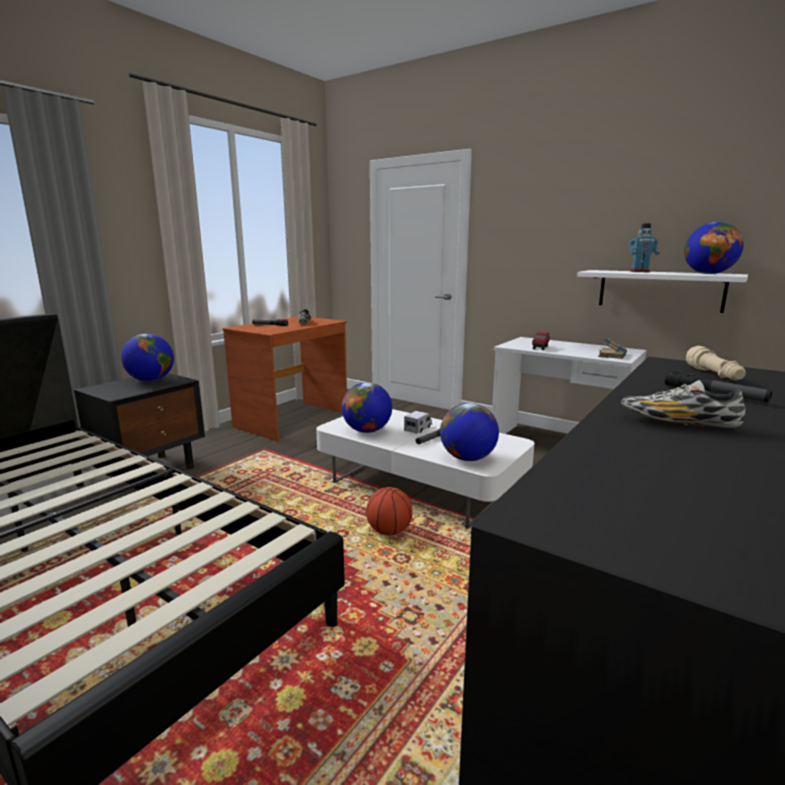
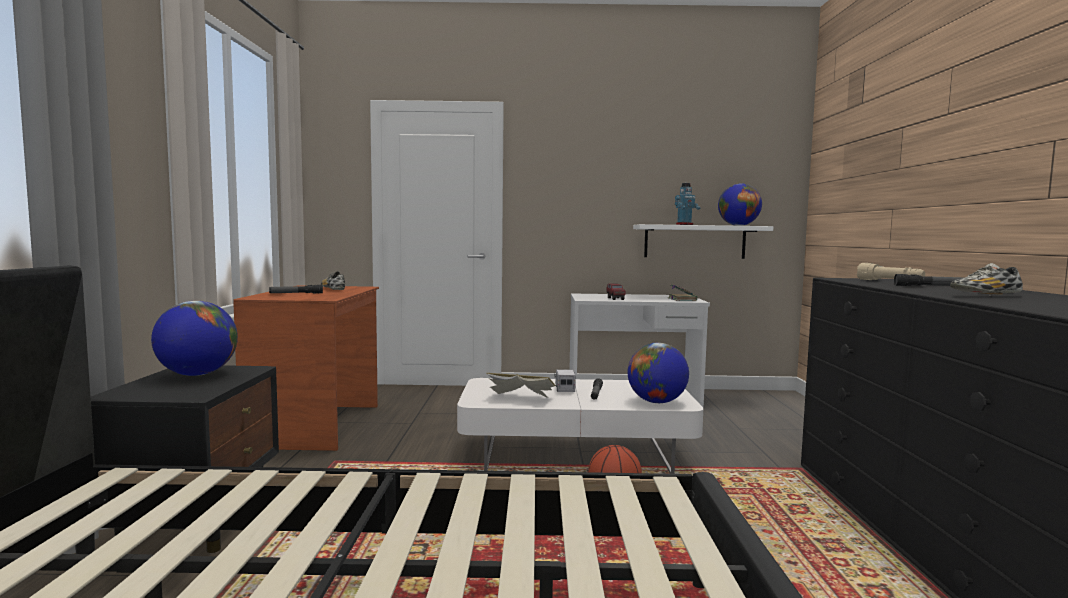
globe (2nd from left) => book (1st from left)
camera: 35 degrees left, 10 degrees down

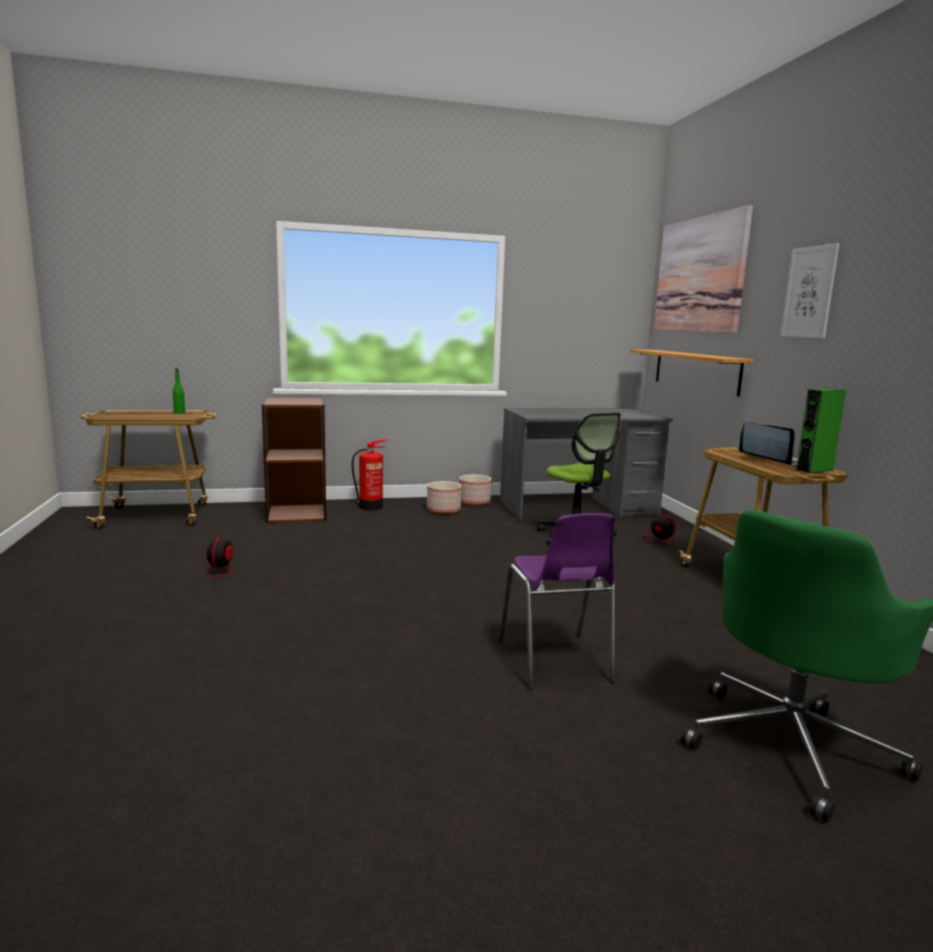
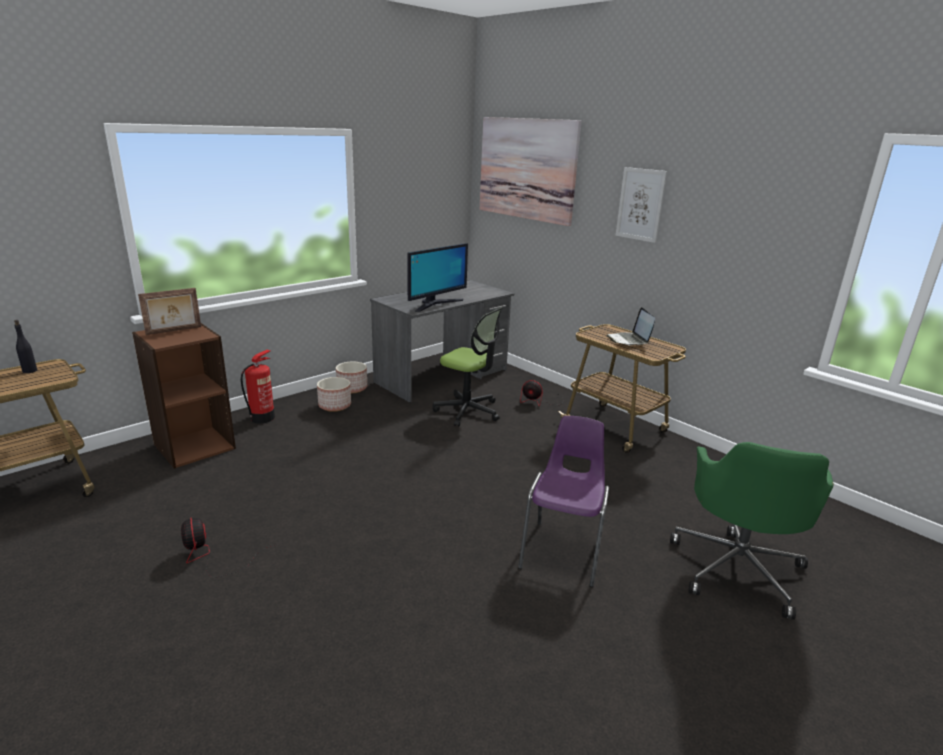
shelf => nothing
green bottle => black bottle
green speaker => nothing
laptop, 120 degrees counterclockwise
purple chair, 120 degrees counterclockwise
nothing => monitor
nothing => picture frame
camera: 30 degrees left, 10 degrees up

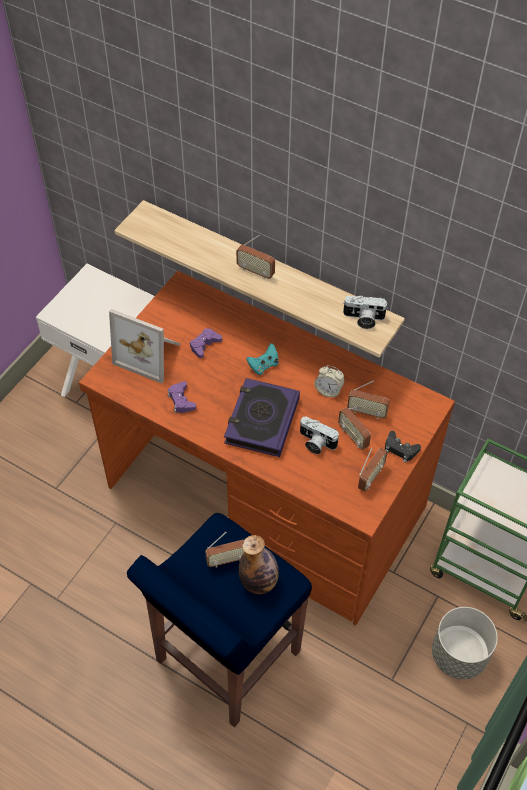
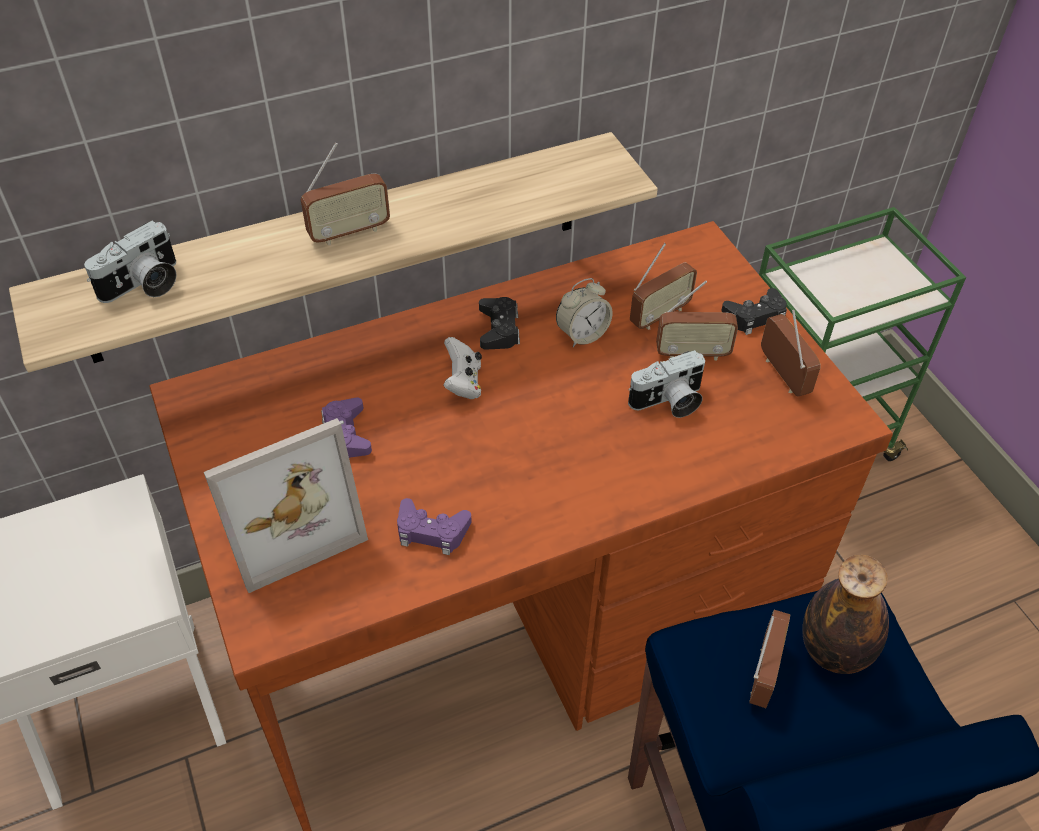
photo camera (2nd from left in the first image) => photo camera (1st from left), move
turquoise game controller => white game controller
book => nothing
grey planter => nothing
nothing => black game controller (1st from left)
camera: 55 degrees left, 5 degrees down

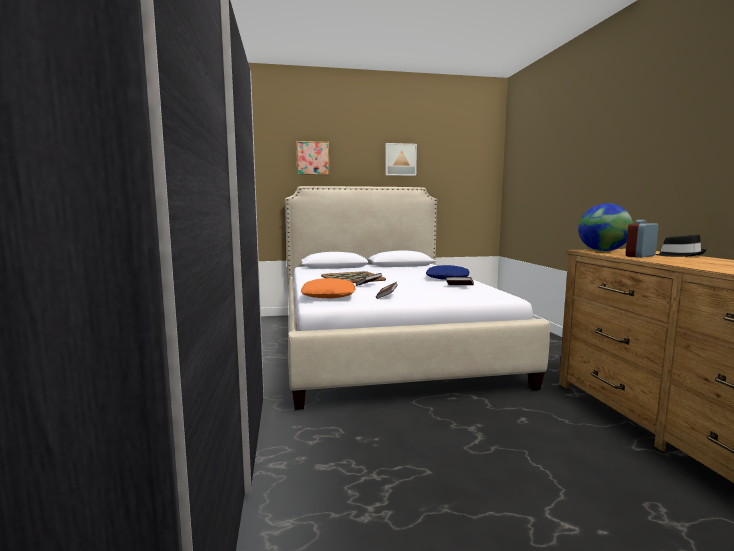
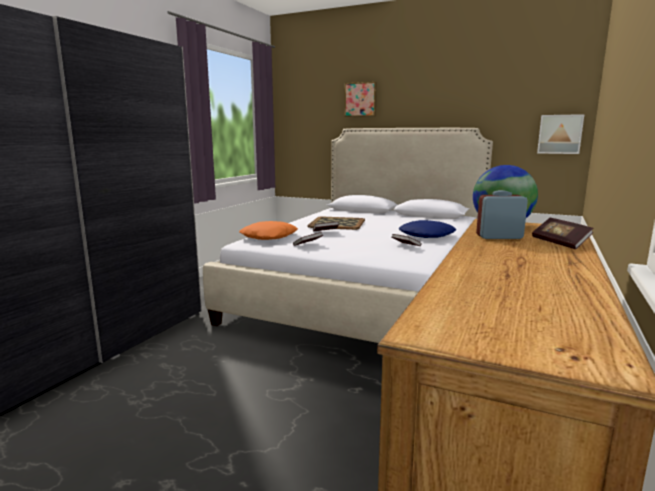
picture (2nd from left), move
black hat => book (4th from left)
camera: 35 degrees right, 5 degrees up

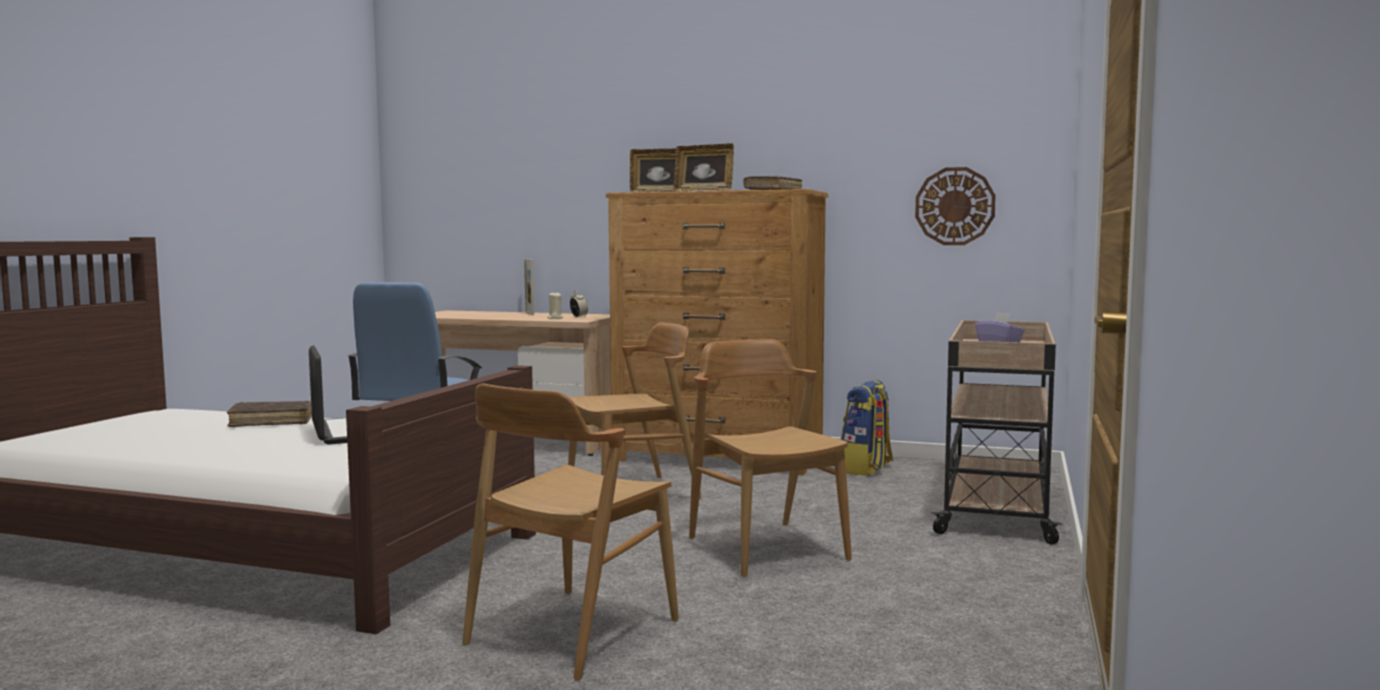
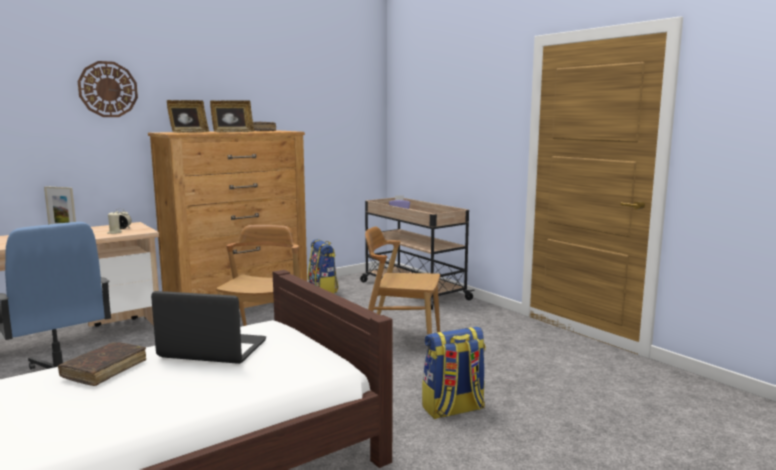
wall clock, move
brown chair (1st from left) => backpack (2nd from left)
camera: 55 degrees left, 5 degrees up

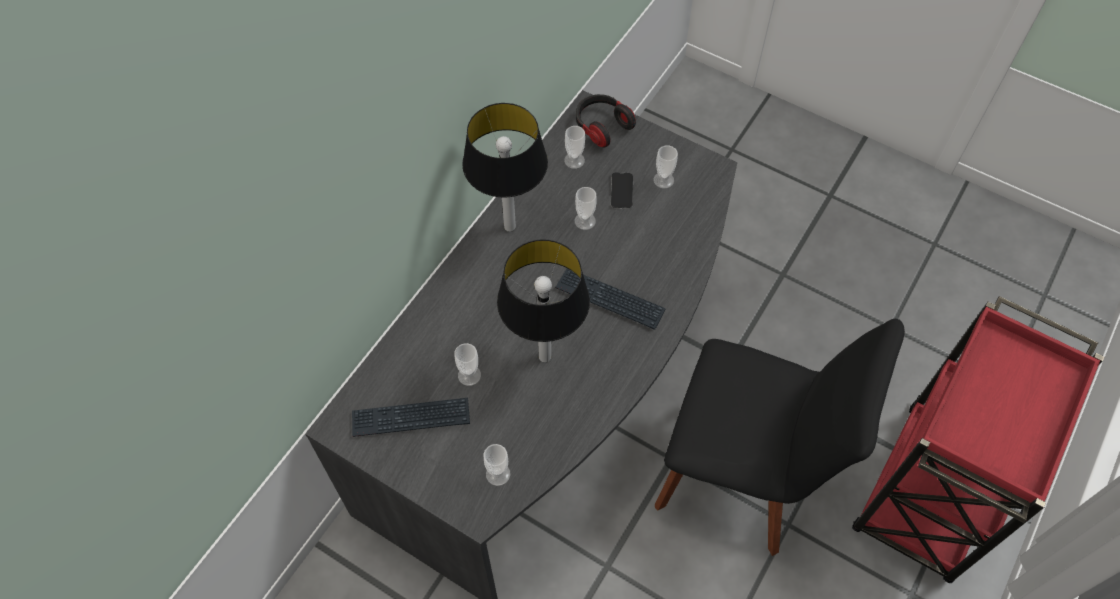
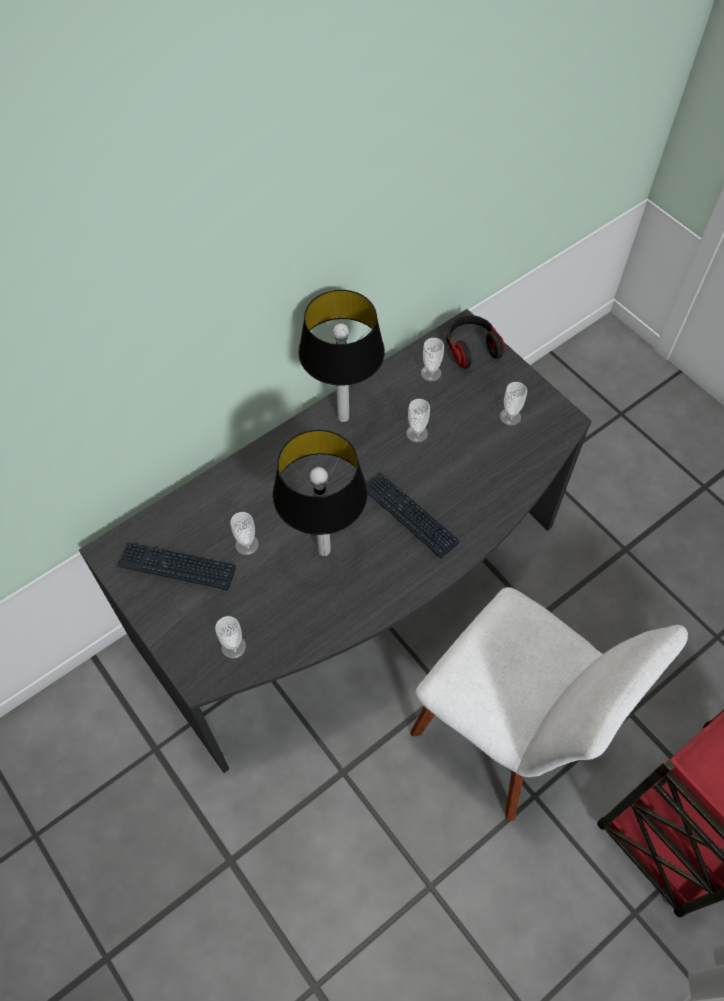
phone => nothing
black chair => white chair
camera: 20 degrees right, 0 degrees up

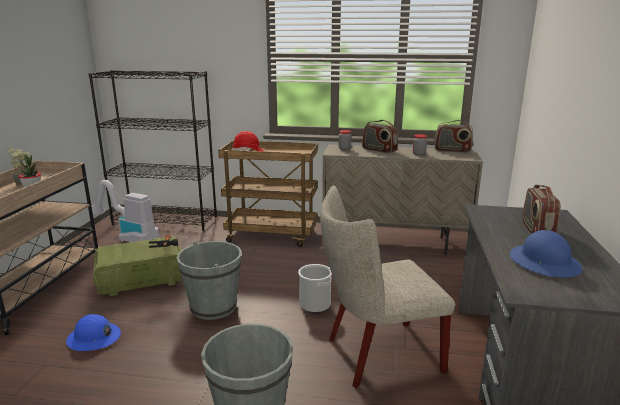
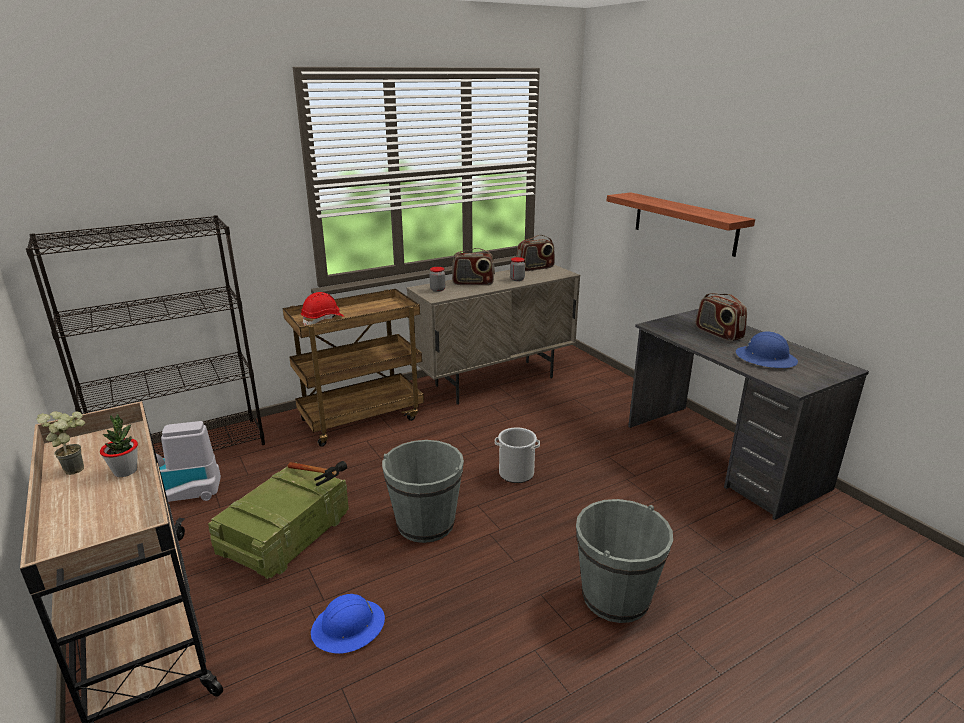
beige chair => nothing
nothing => shelf
camera: 40 degrees left, 5 degrees up

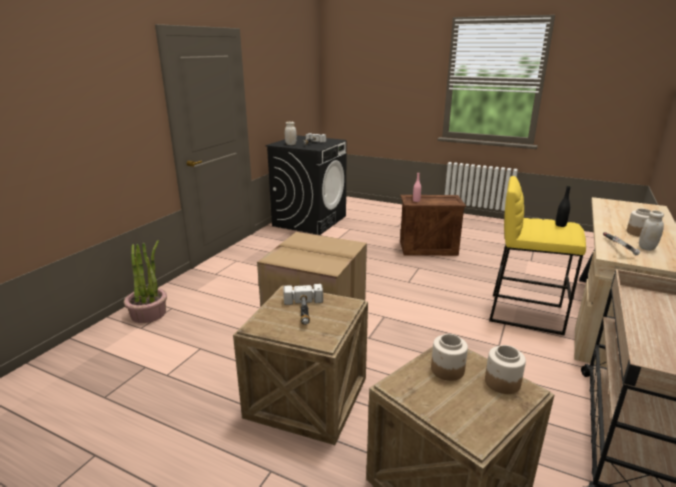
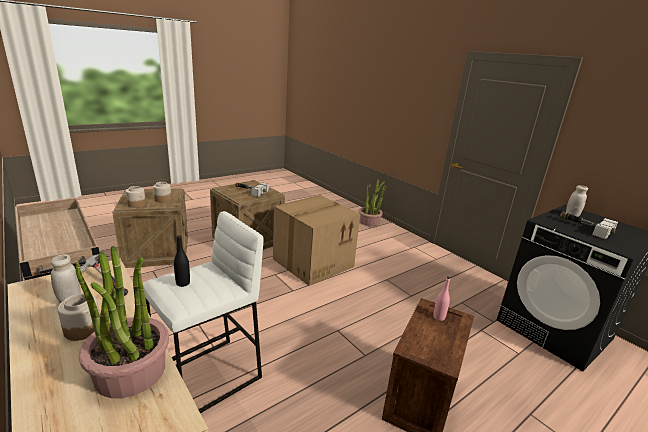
yellow stool => white stool
nothing => potted plant (1st from left)
camera: 115 degrees right, 0 degrees up

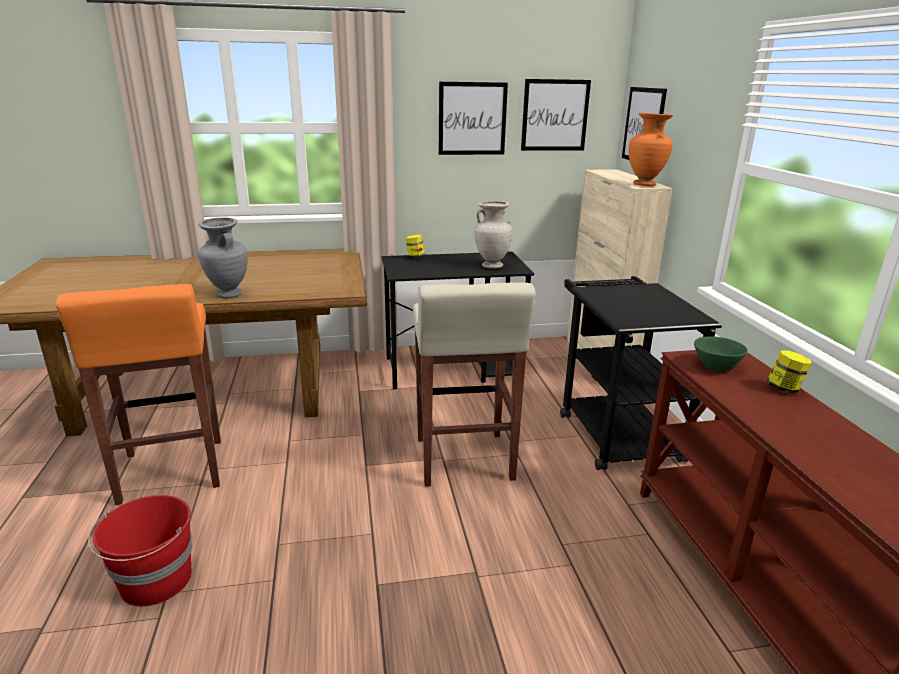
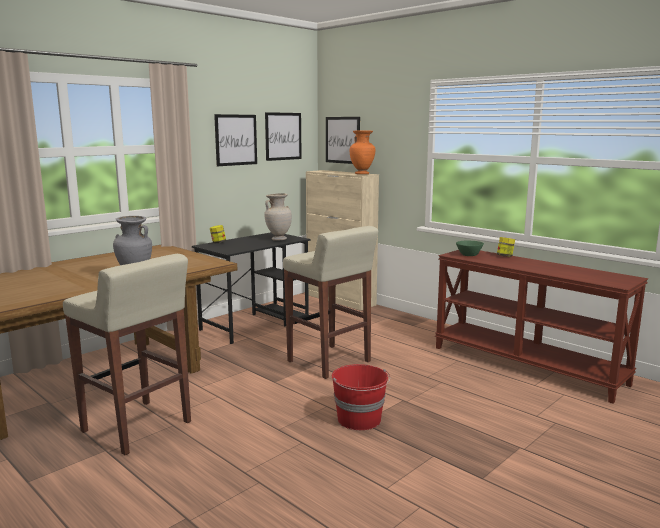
black cart => nothing
orange stool => beige stool (1st from left)
red bucket, move
camera: 35 degrees left, 10 degrees down

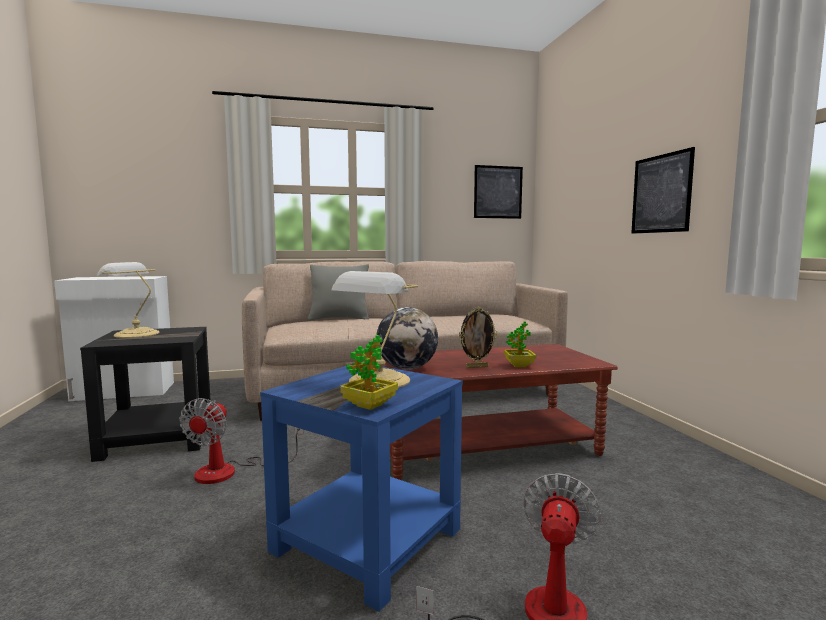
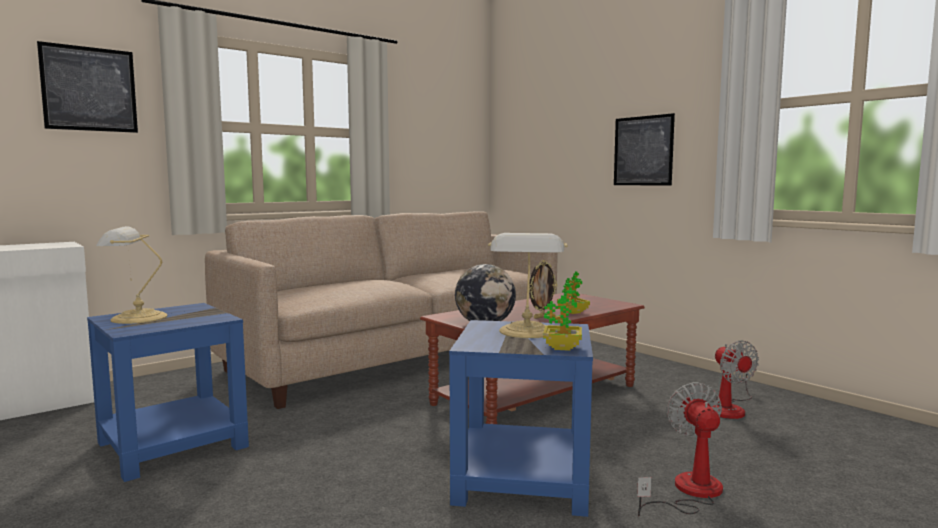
picture (1st from left), move
grey pillow => nothing
black side table => blue side table (1st from left)
fan (1st from left in the first image) => fan (2nd from left), move
camera: 25 degrees left, 0 degrees up

